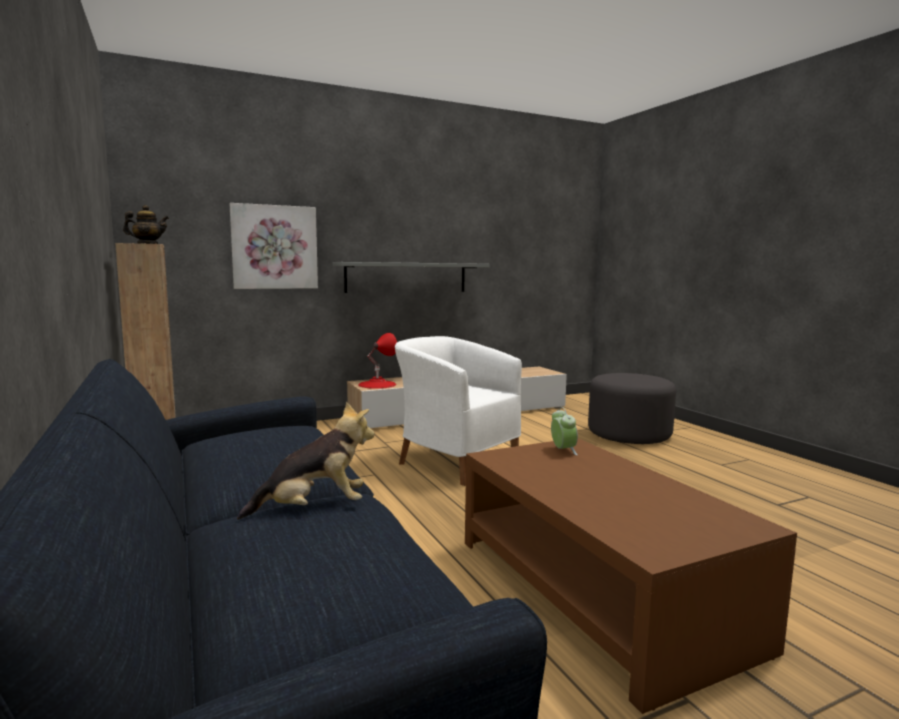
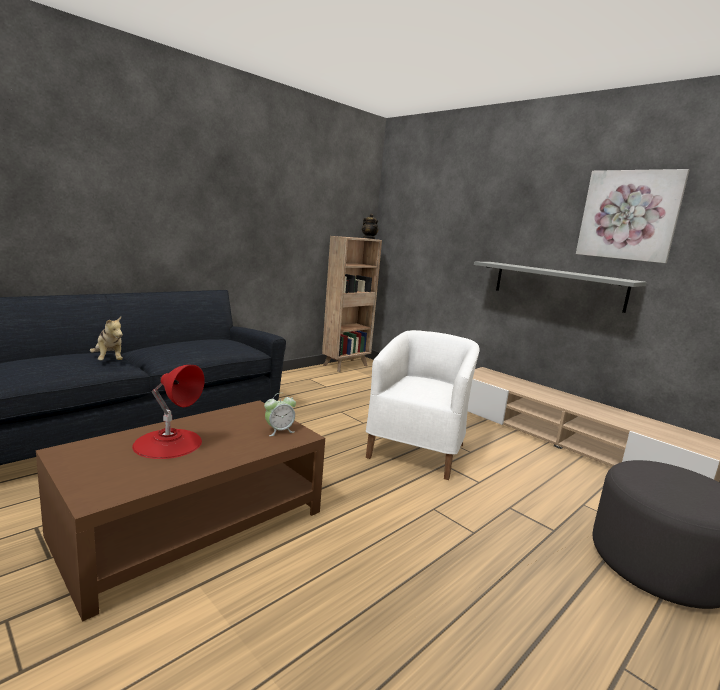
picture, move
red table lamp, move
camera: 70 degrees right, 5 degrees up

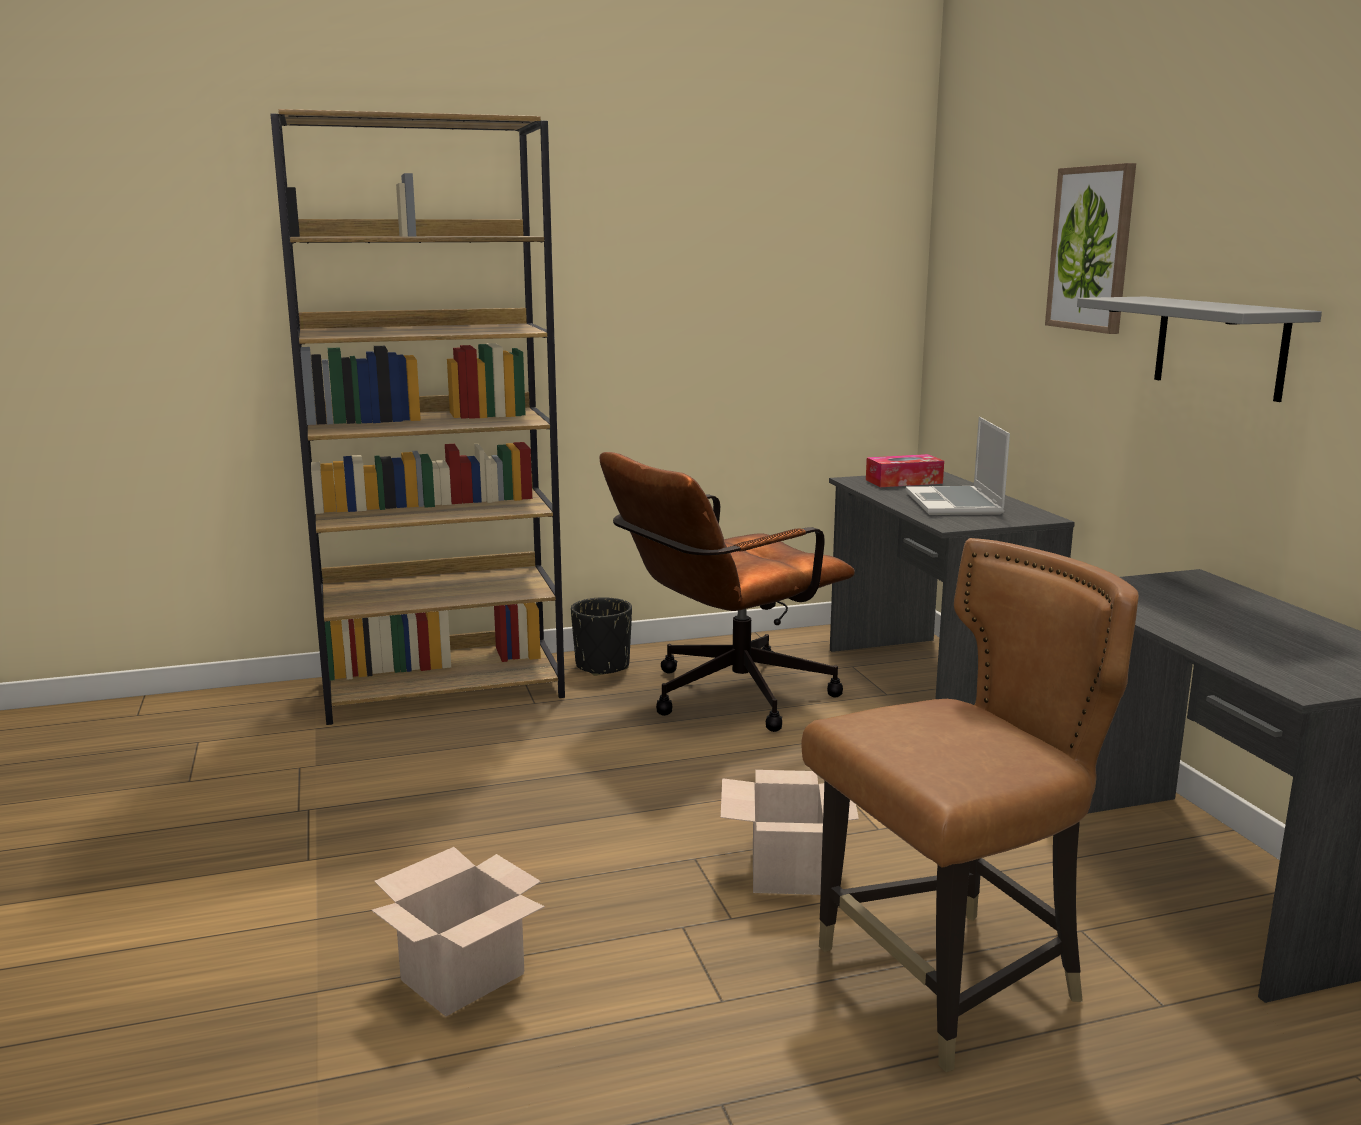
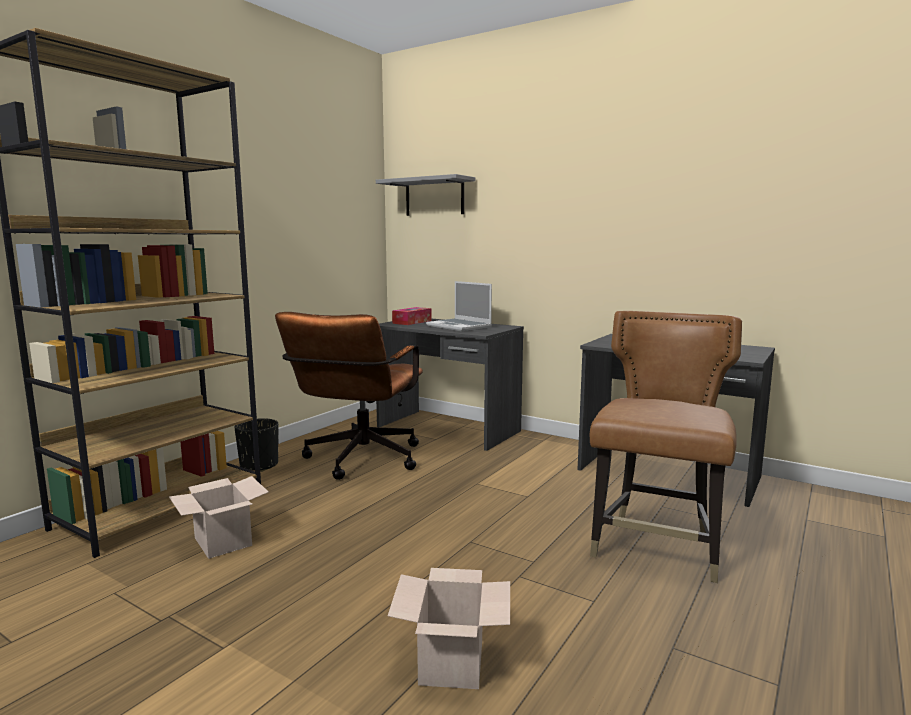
picture => nothing
grey shelf, move
cardboard box (2nd from left in the first image) => cardboard box (1st from left), move
camera: 40 degrees left, 5 degrees down

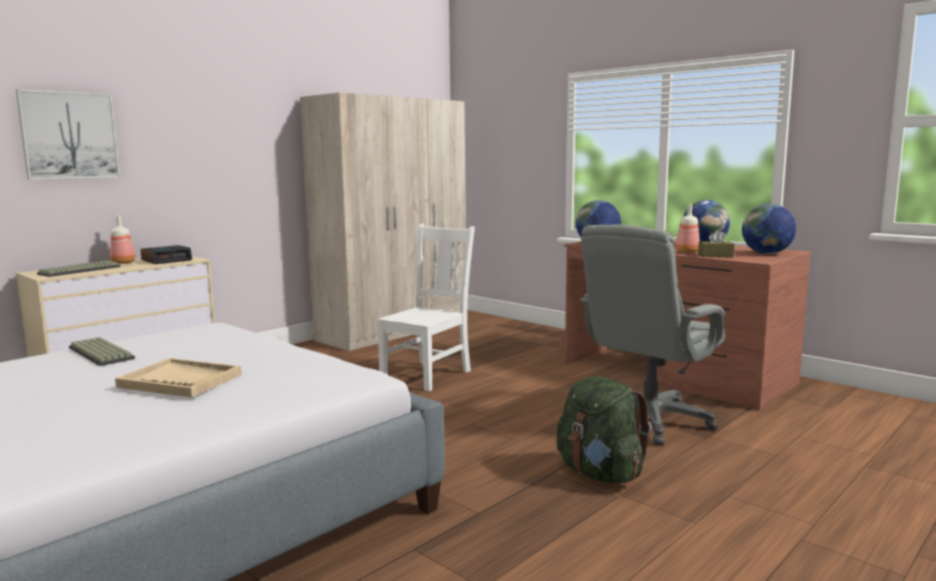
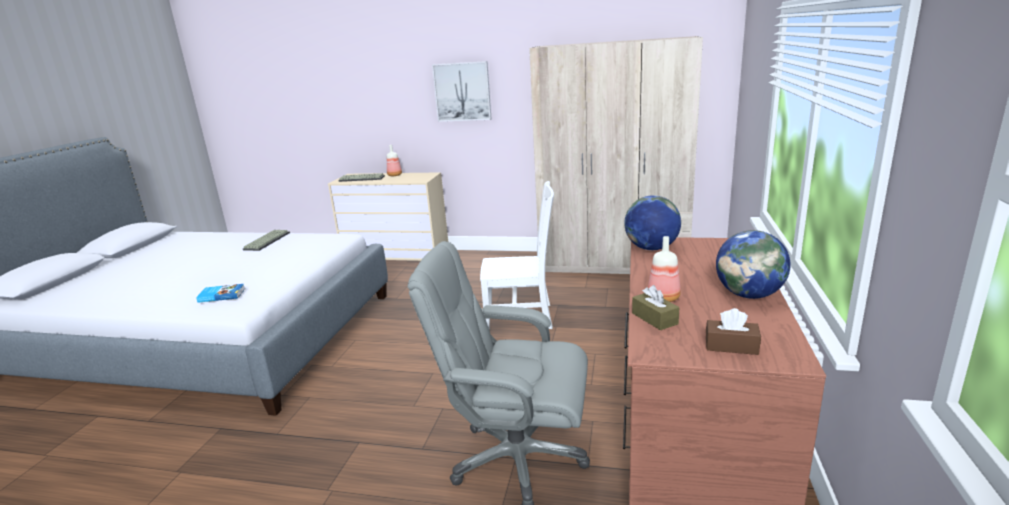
picture, move
globe (3rd from left) => brown tissue box (2nd from left)
alarm clock => nothing
beige tray => nothing
green backpack => nothing
nothing => book
camera: 60 degrees right, 10 degrees up

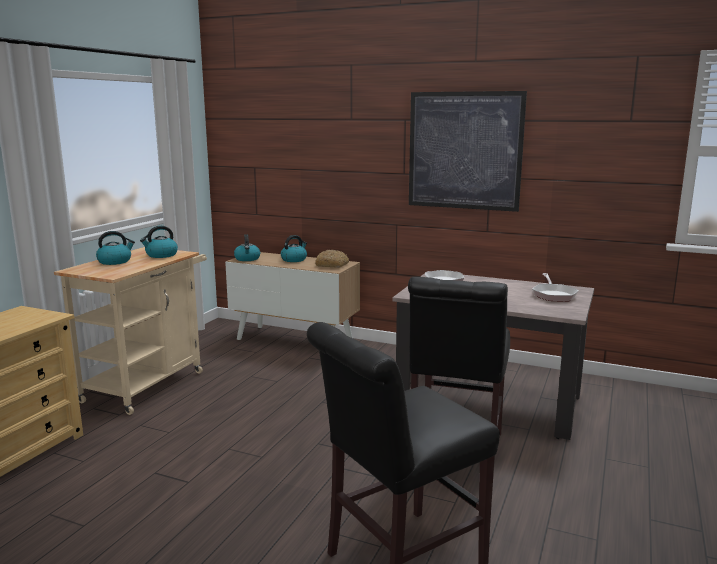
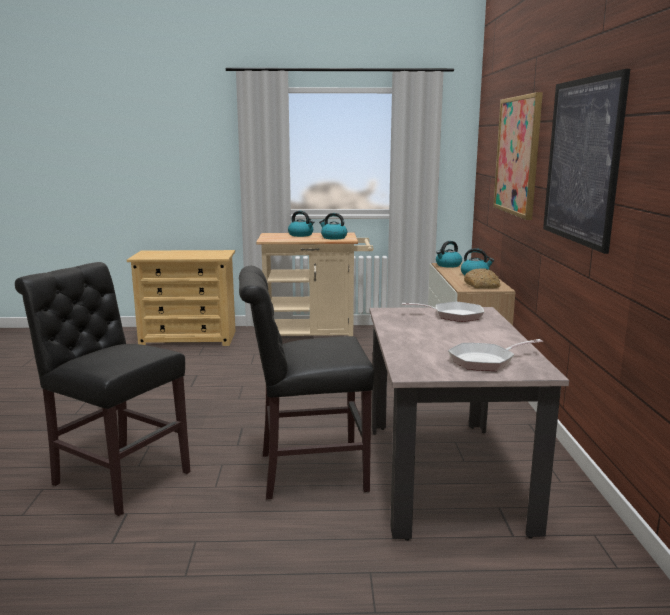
nothing => picture (1st from left)
camera: 65 degrees right, 0 degrees up

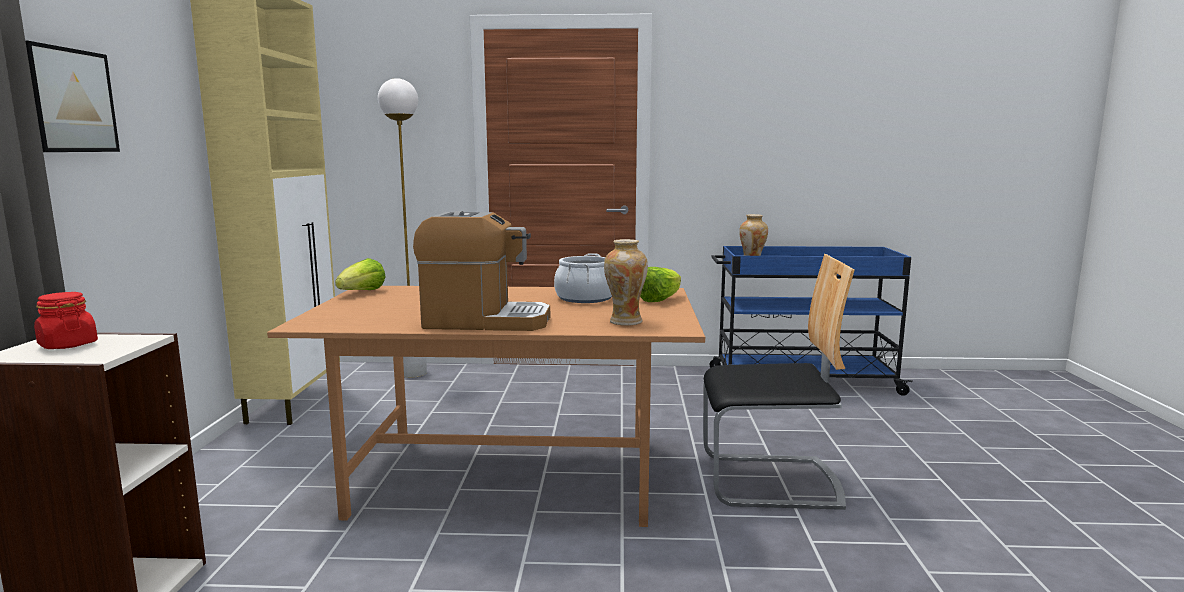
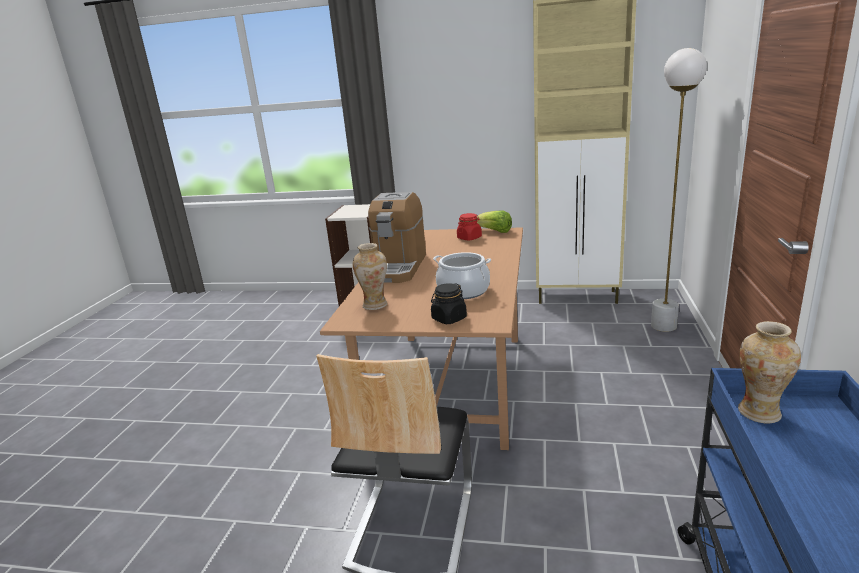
picture => nothing
lettuce (2nd from left) => black jar
red jar, move
camera: 100 degrees right, 10 degrees up

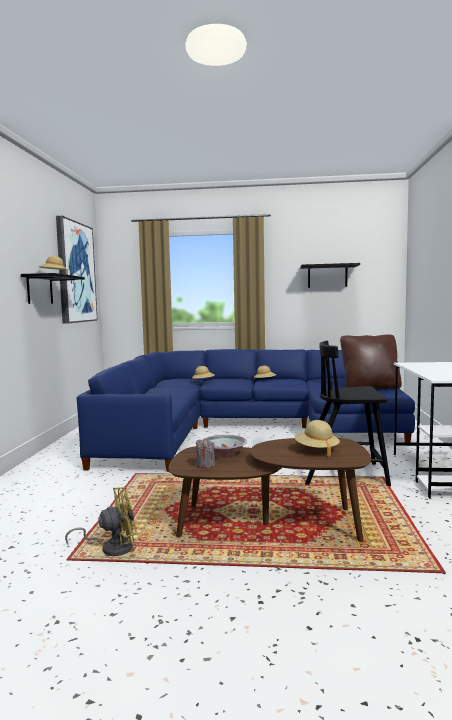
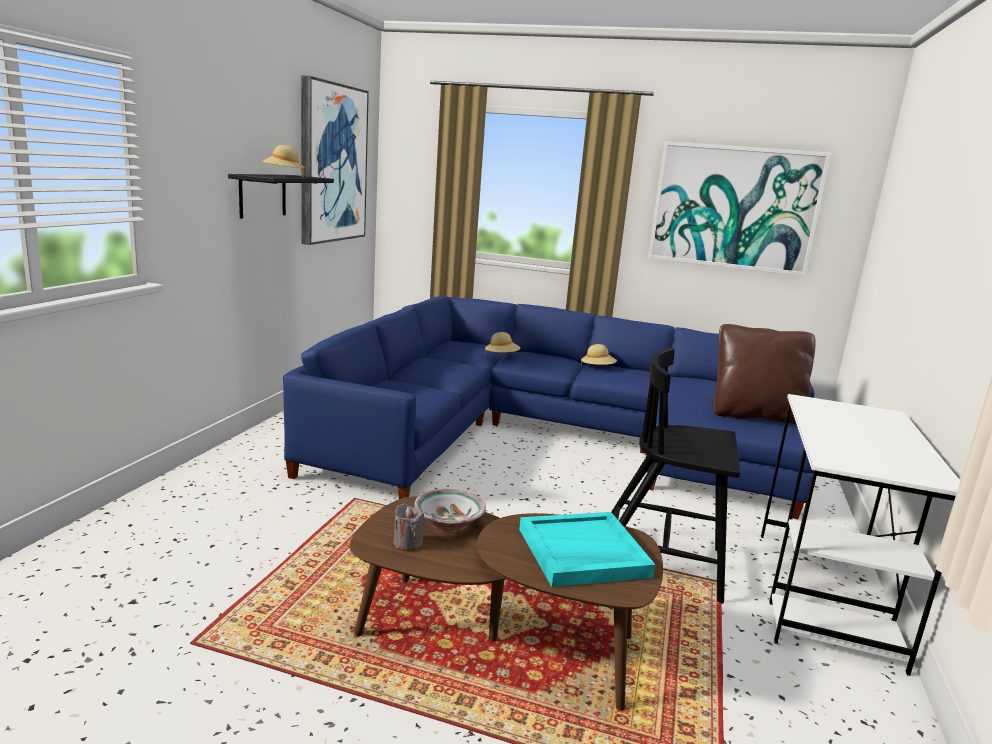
black shelf (2nd from left) => picture (2nd from left)
beige hat (4th from left) => turquoise tray
yellow fan => nothing
camera: 10 degrees right, 10 degrees up

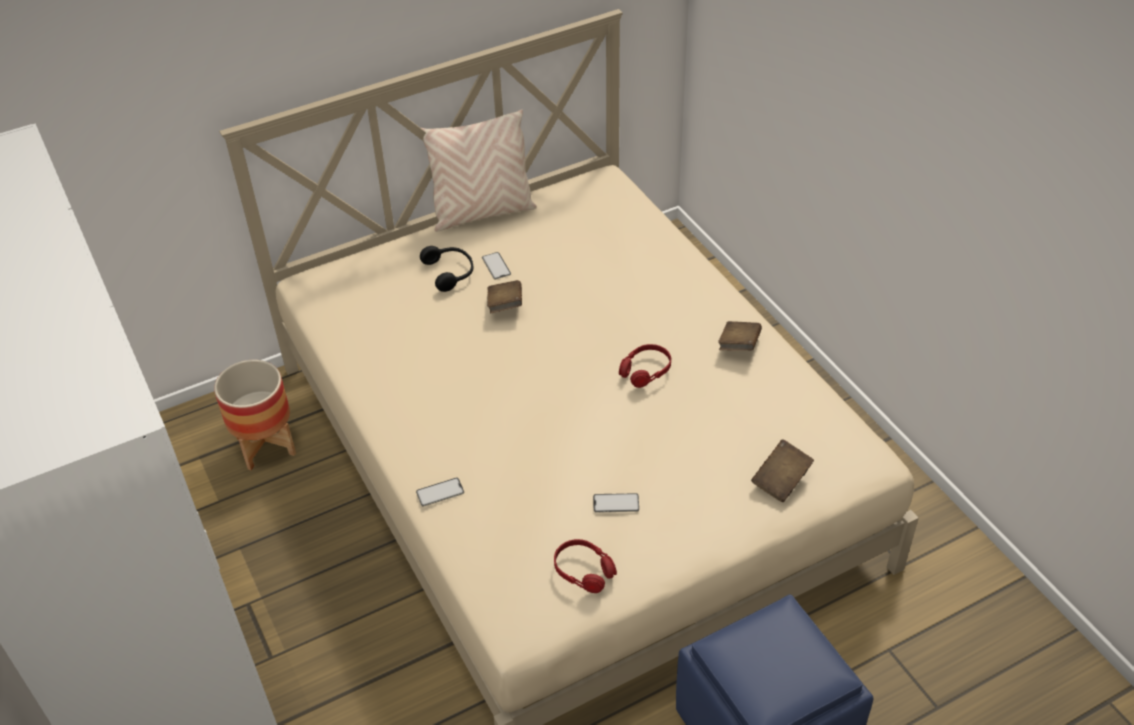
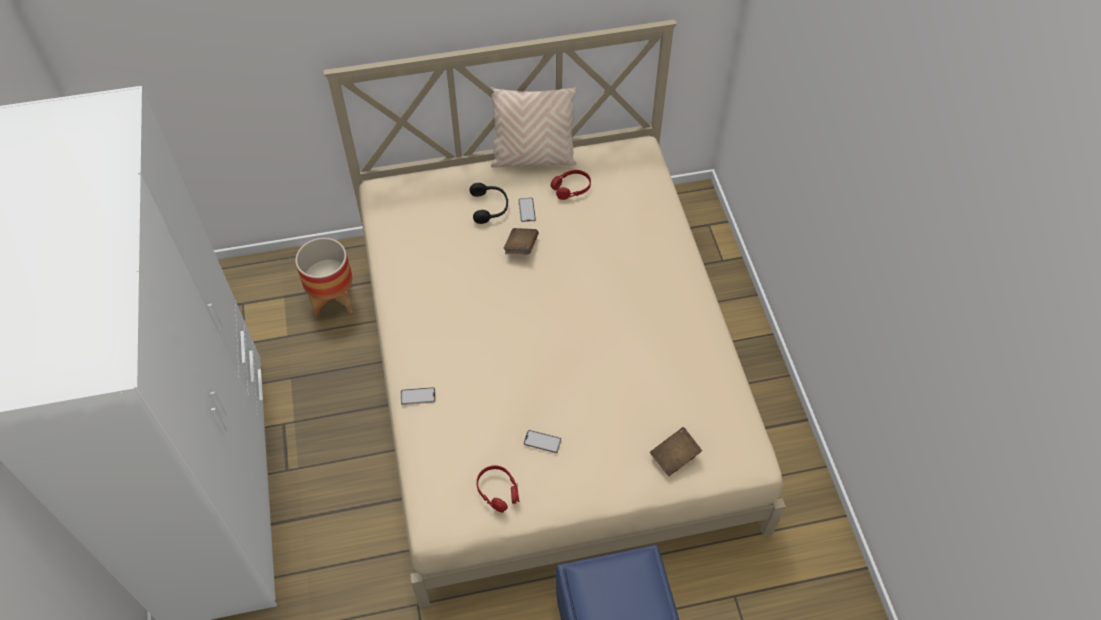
brown book (2nd from left) => nothing
red headphones (2nd from left), move
camera: 15 degrees right, 10 degrees up

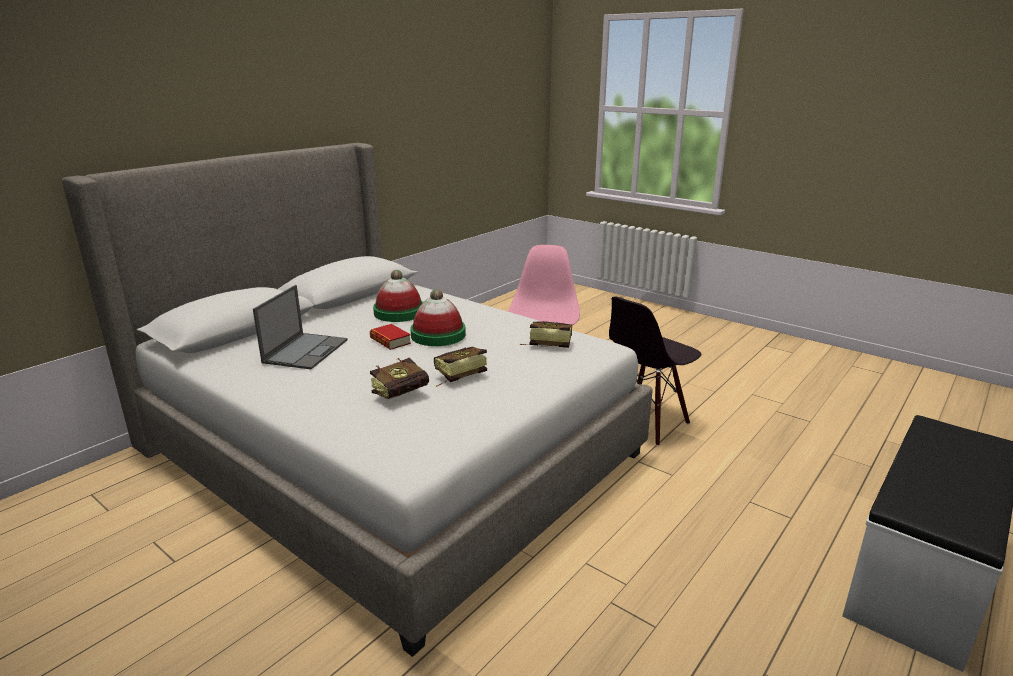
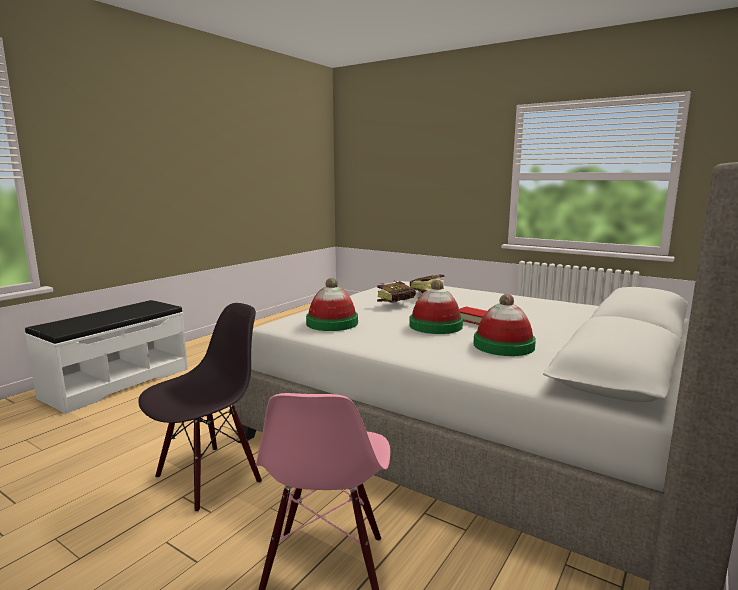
laptop => nothing
book (4th from left) => hat (1st from left)
camera: 175 degrees right, 10 degrees down

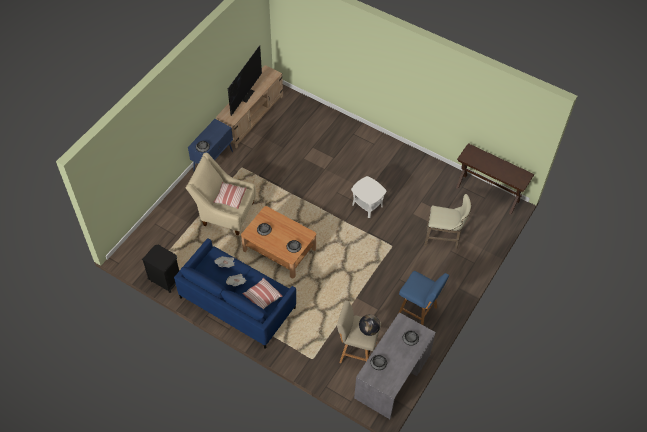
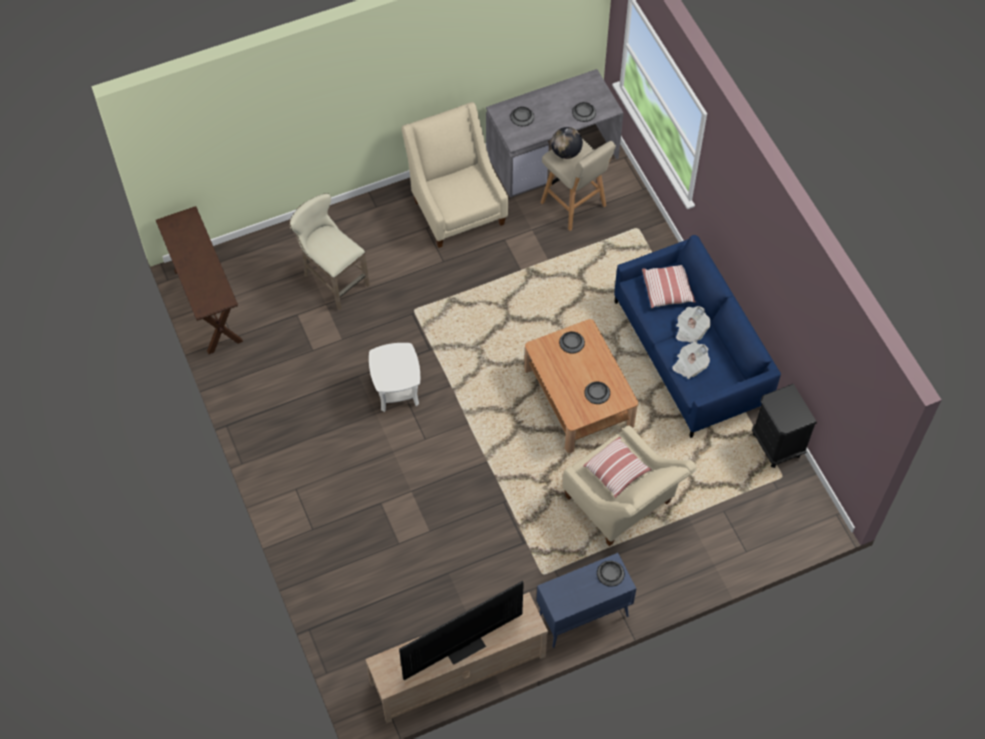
blue stool => beige armchair (1st from left)
camera: 145 degrees left, 5 degrees up

